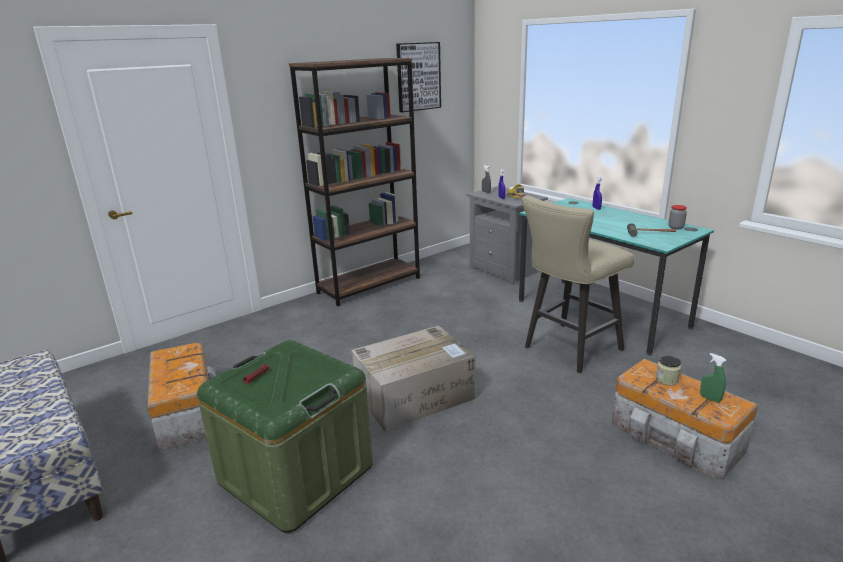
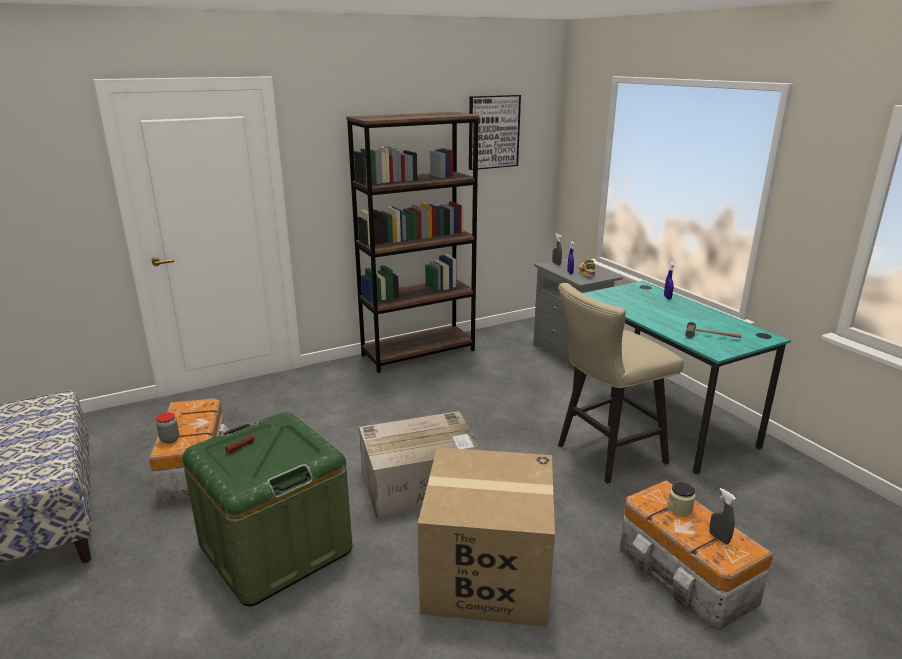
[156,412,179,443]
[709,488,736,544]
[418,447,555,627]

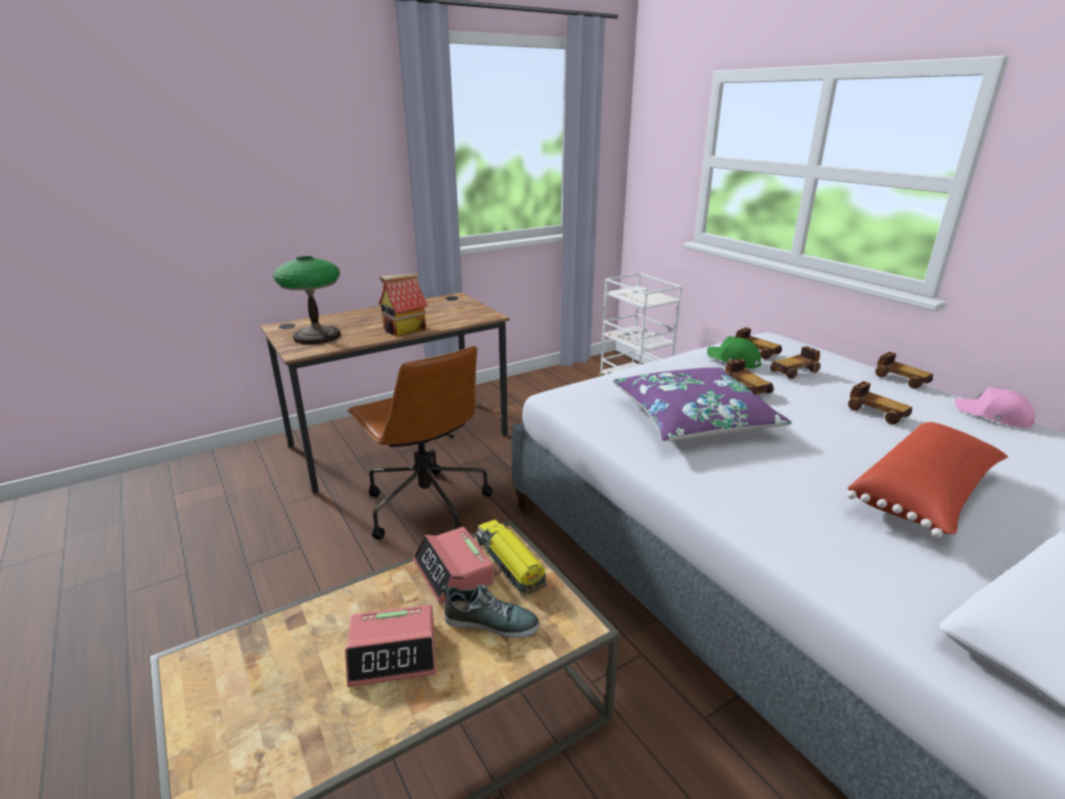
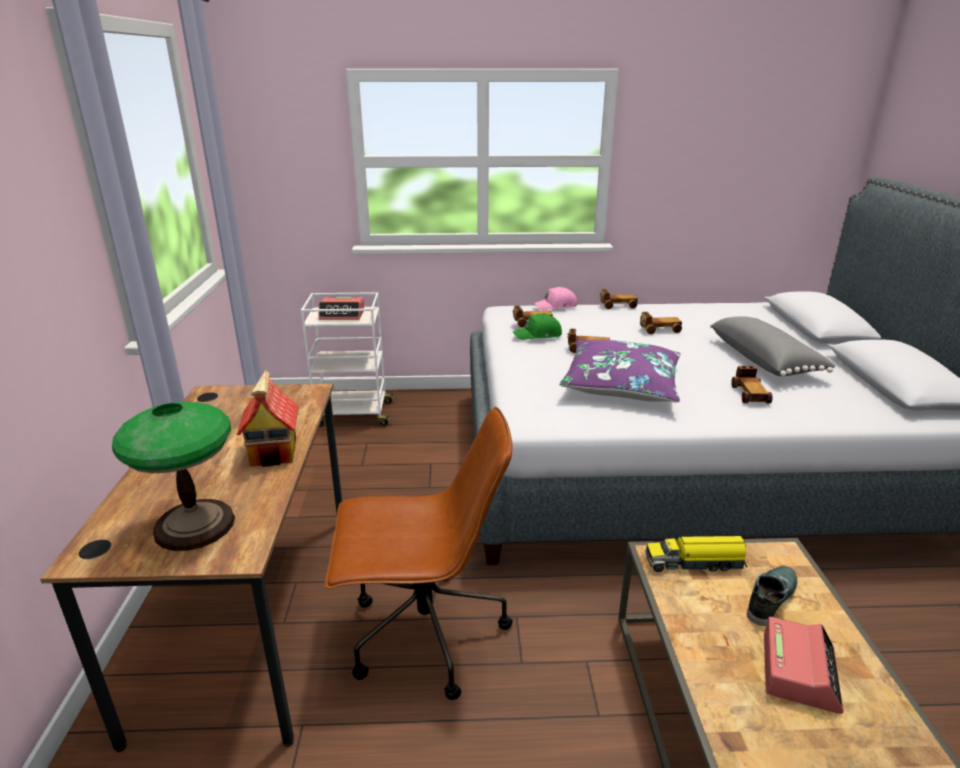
[731,366,773,404]
[534,287,577,310]
[710,317,836,376]
[319,297,364,320]

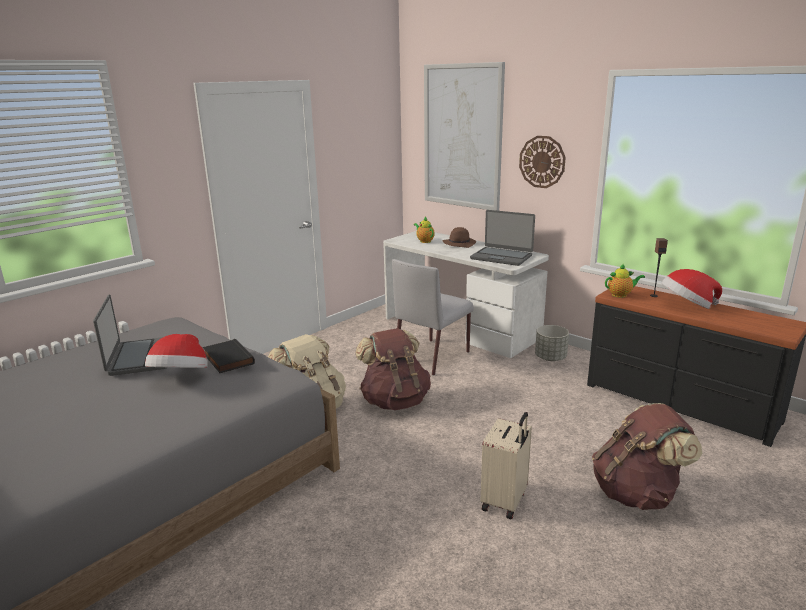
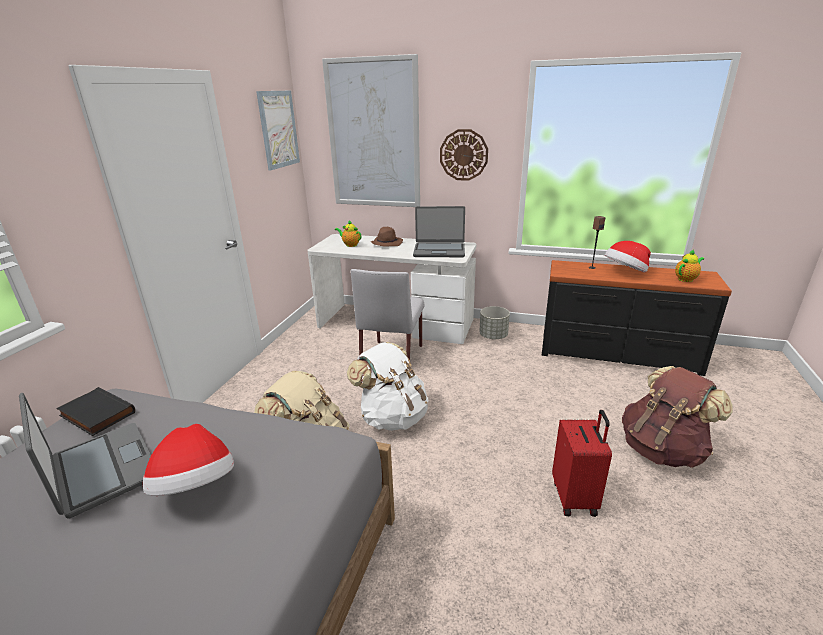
[675,249,704,282]
[347,342,429,431]
[56,387,135,436]
[552,410,612,517]
[256,91,300,171]

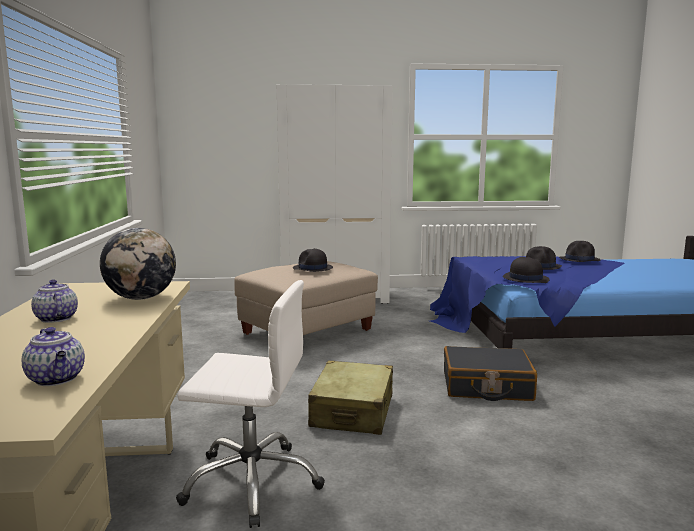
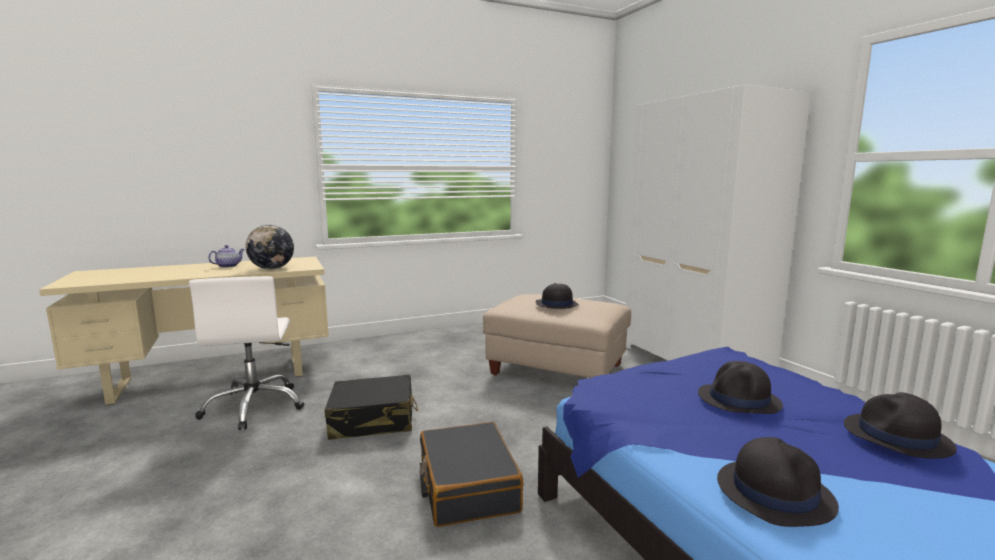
[717,437,839,527]
[22,327,85,386] (first image)
[325,375,418,440]

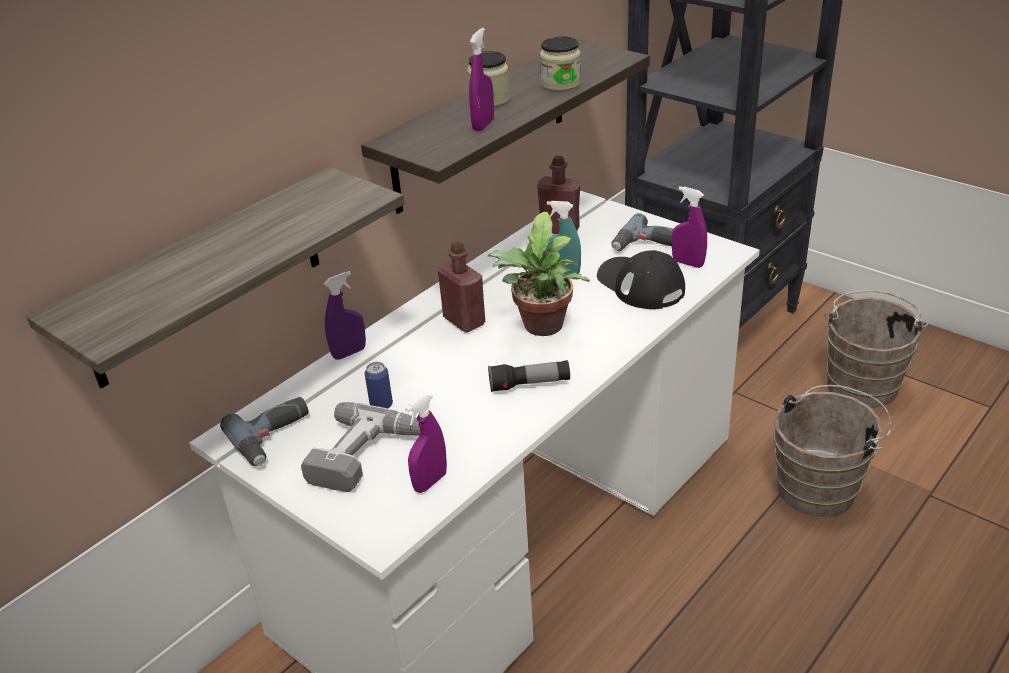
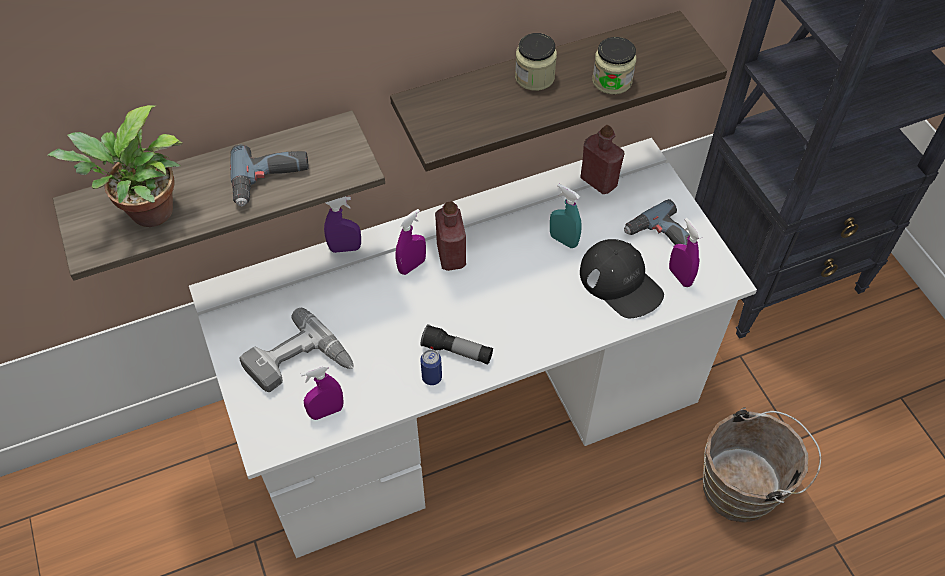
[396,209,426,275]
[47,105,183,227]
[580,239,664,318]
[824,290,929,408] (first image)
[420,349,442,385]
[230,145,309,206]

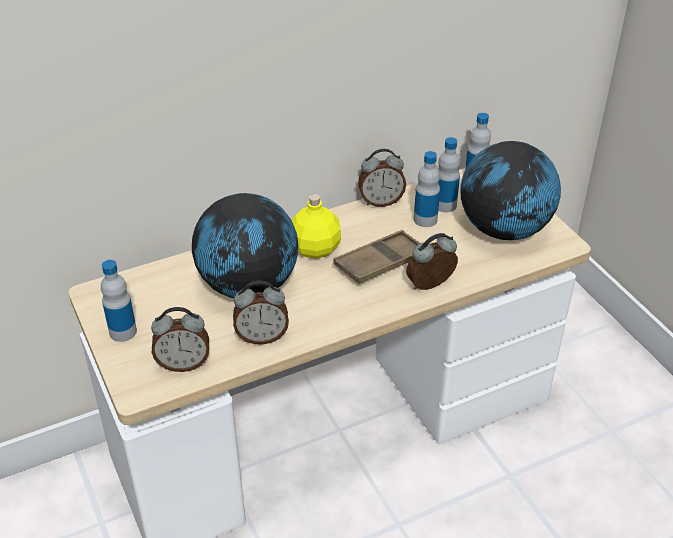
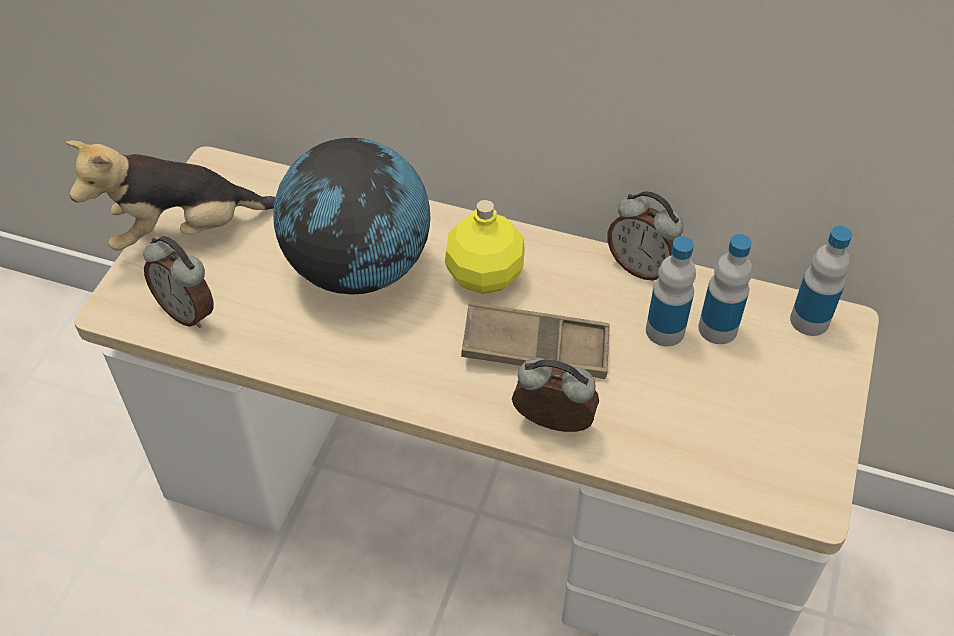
[461,141,561,240] (first image)
[66,140,276,251]
[233,281,289,345] (first image)

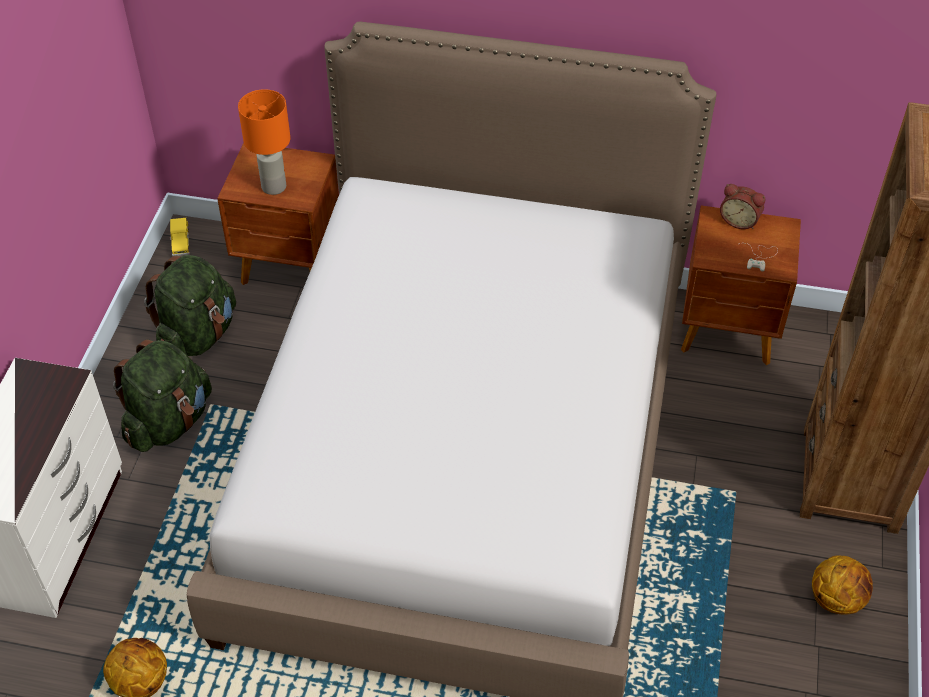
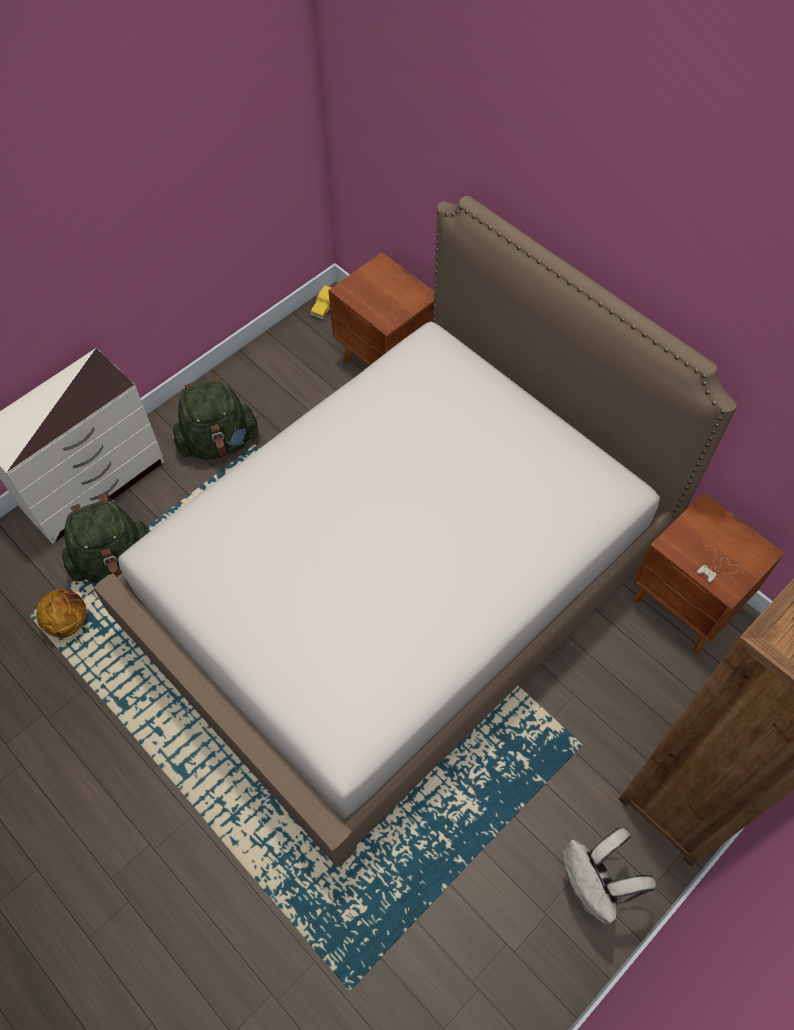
[238,89,291,195] (first image)
[720,184,765,229] (first image)
[62,493,151,583]
[563,828,656,925]

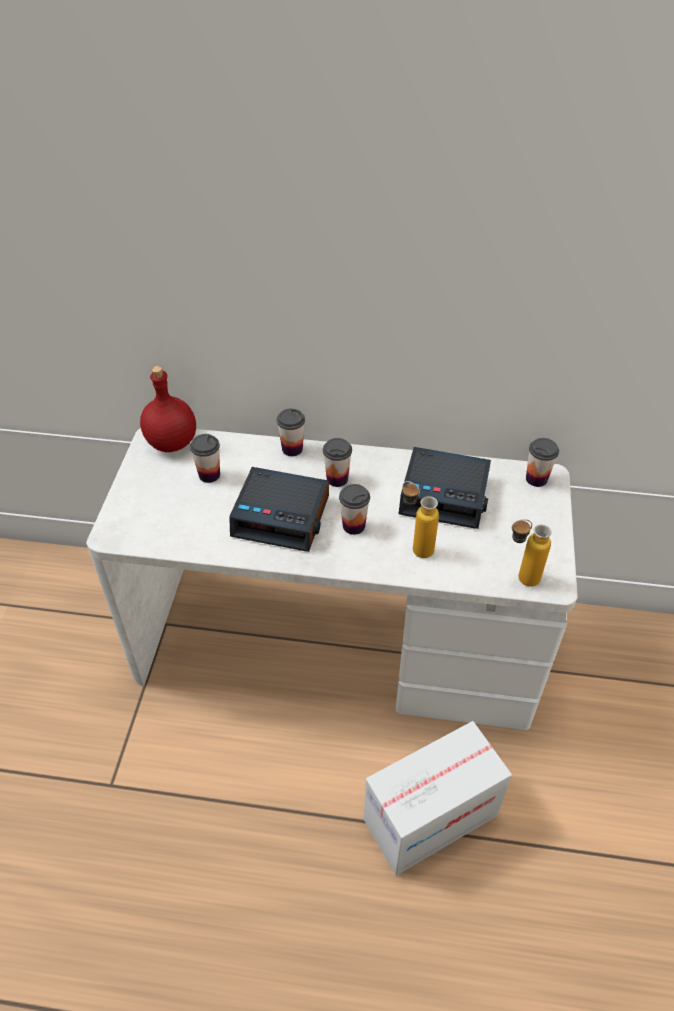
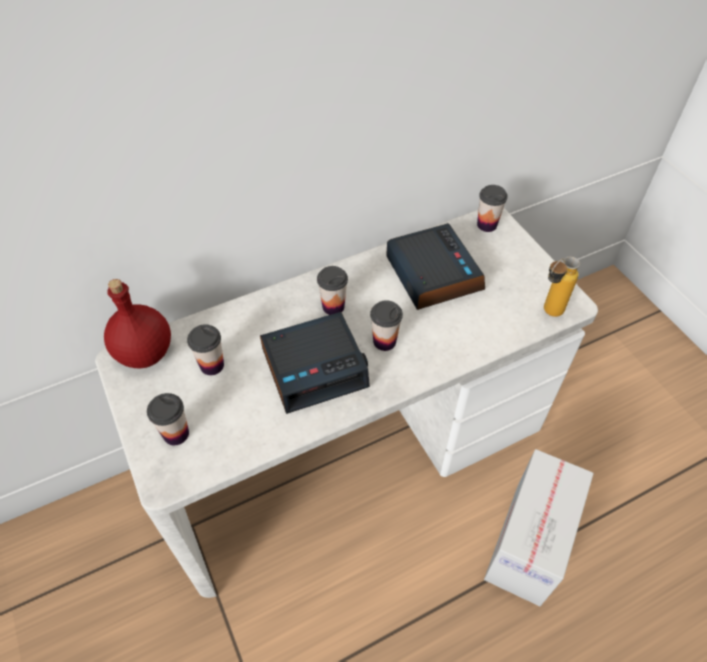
[147,393,189,445]
[386,223,485,310]
[403,481,439,558] (first image)

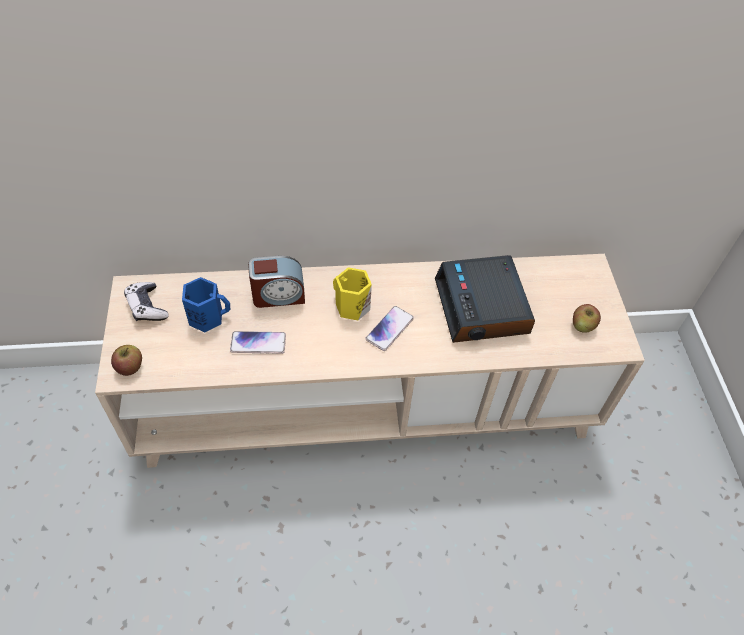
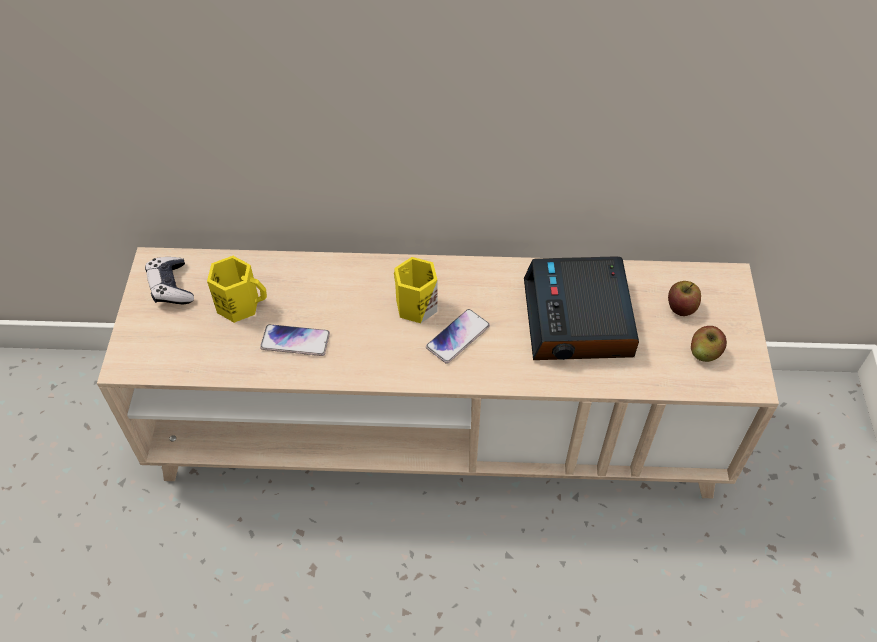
[248,256,305,308] (first image)
[207,256,267,323]
[668,281,701,316]

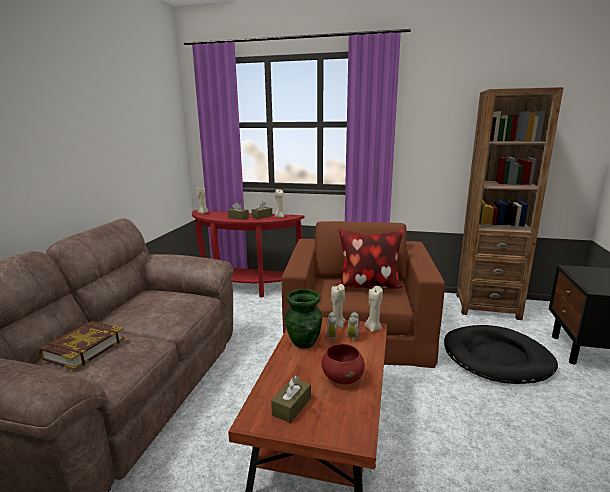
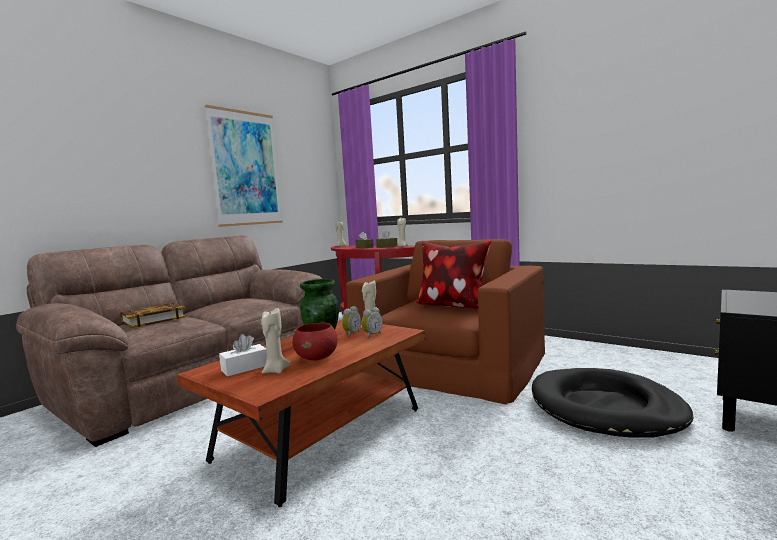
[456,87,563,320] (first image)
[261,308,290,374]
[219,334,267,377]
[205,105,283,227]

